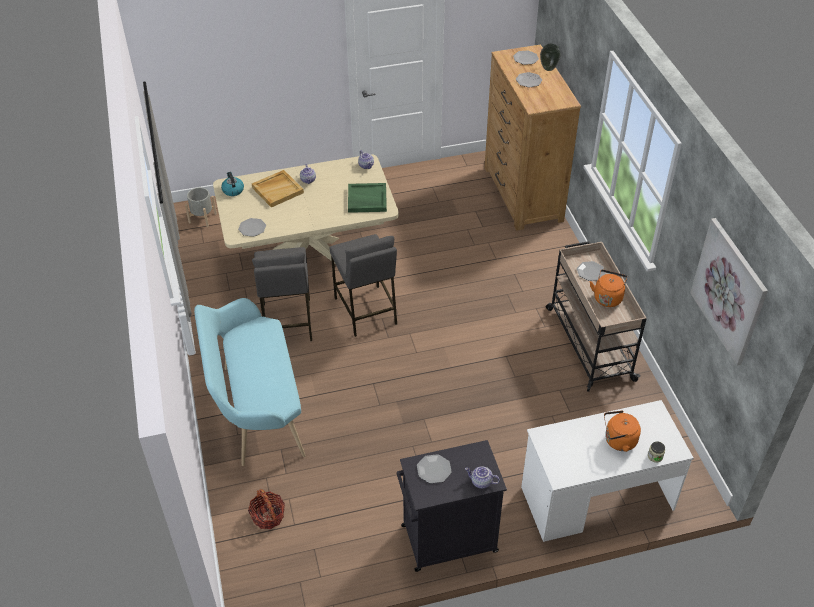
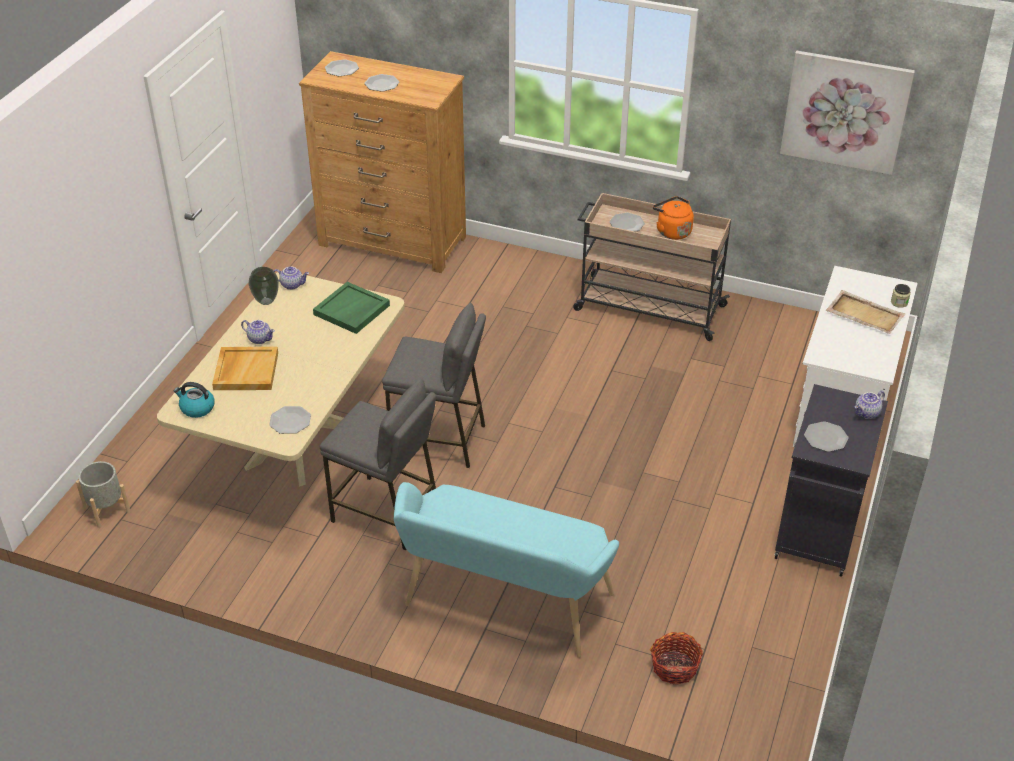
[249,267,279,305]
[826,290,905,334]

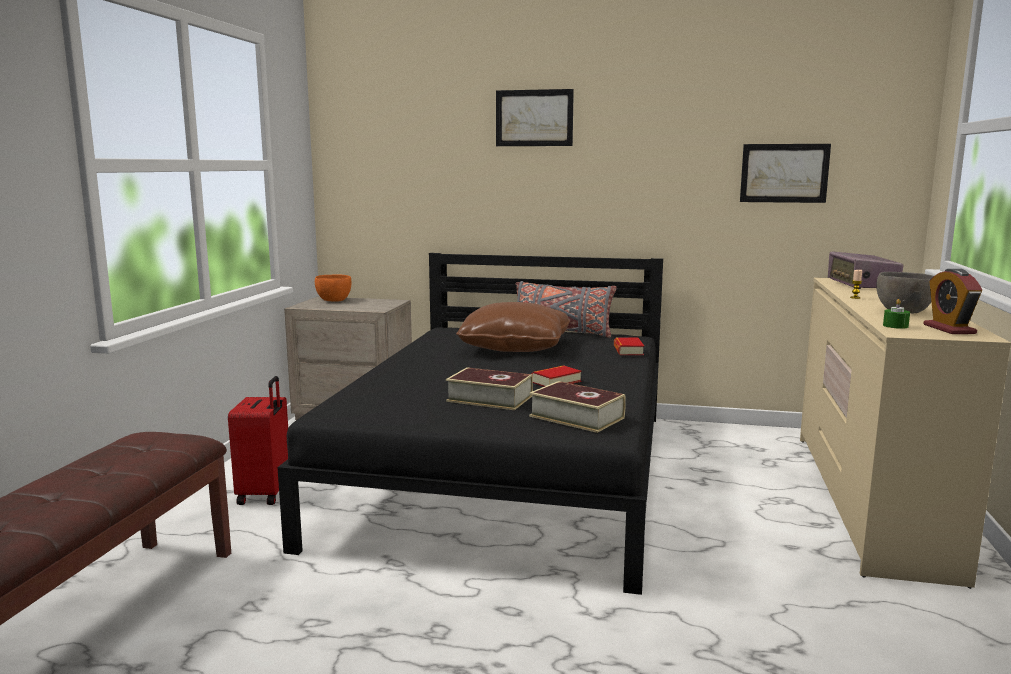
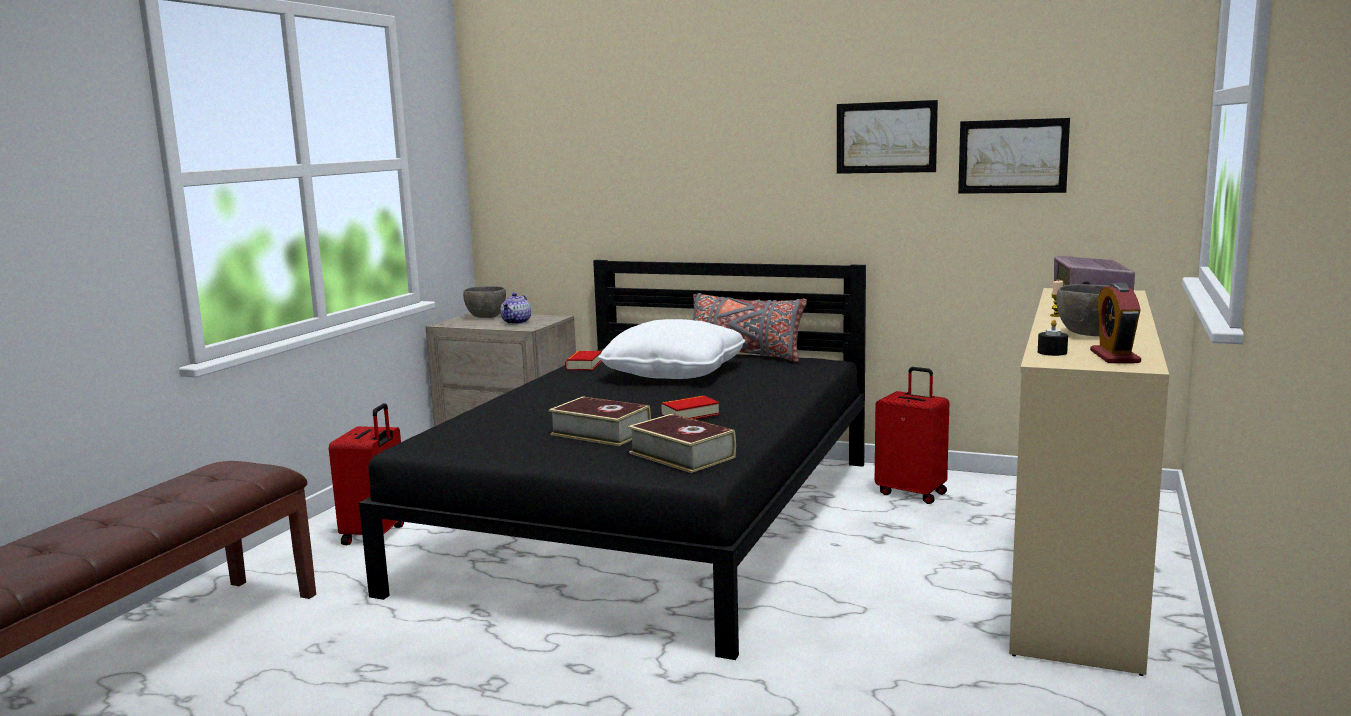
[837,100,938,174]
[463,286,506,318]
[1038,320,1068,356]
[598,319,745,379]
[565,351,602,370]
[500,293,531,324]
[875,367,949,504]

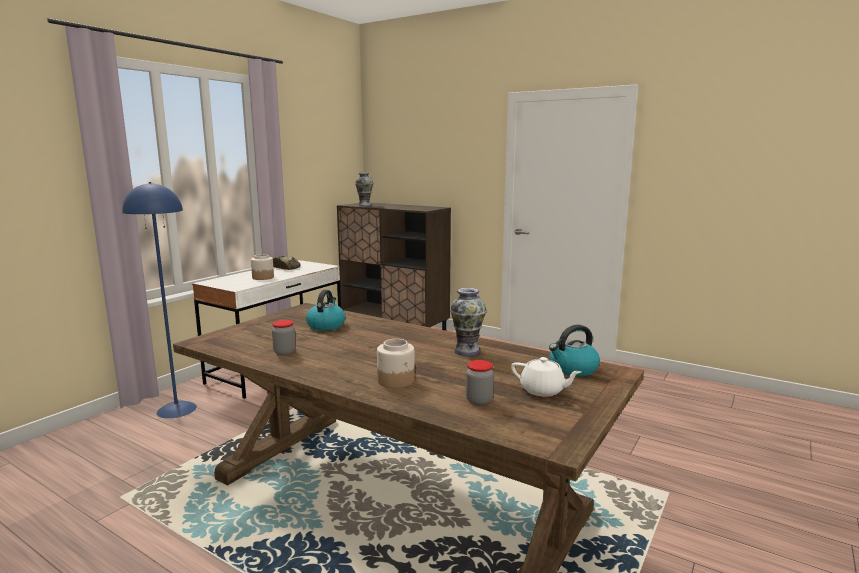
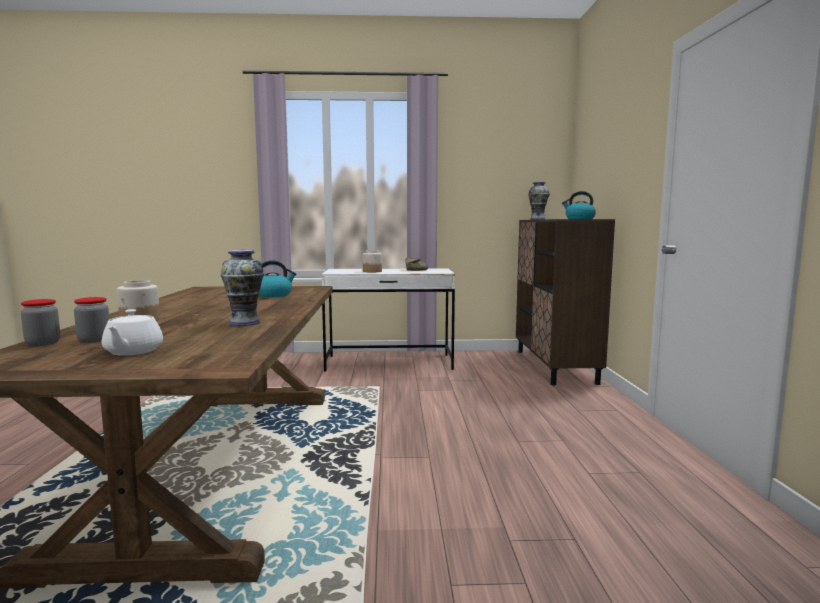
[122,182,197,418] (first image)
[21,299,60,346]
[562,191,596,219]

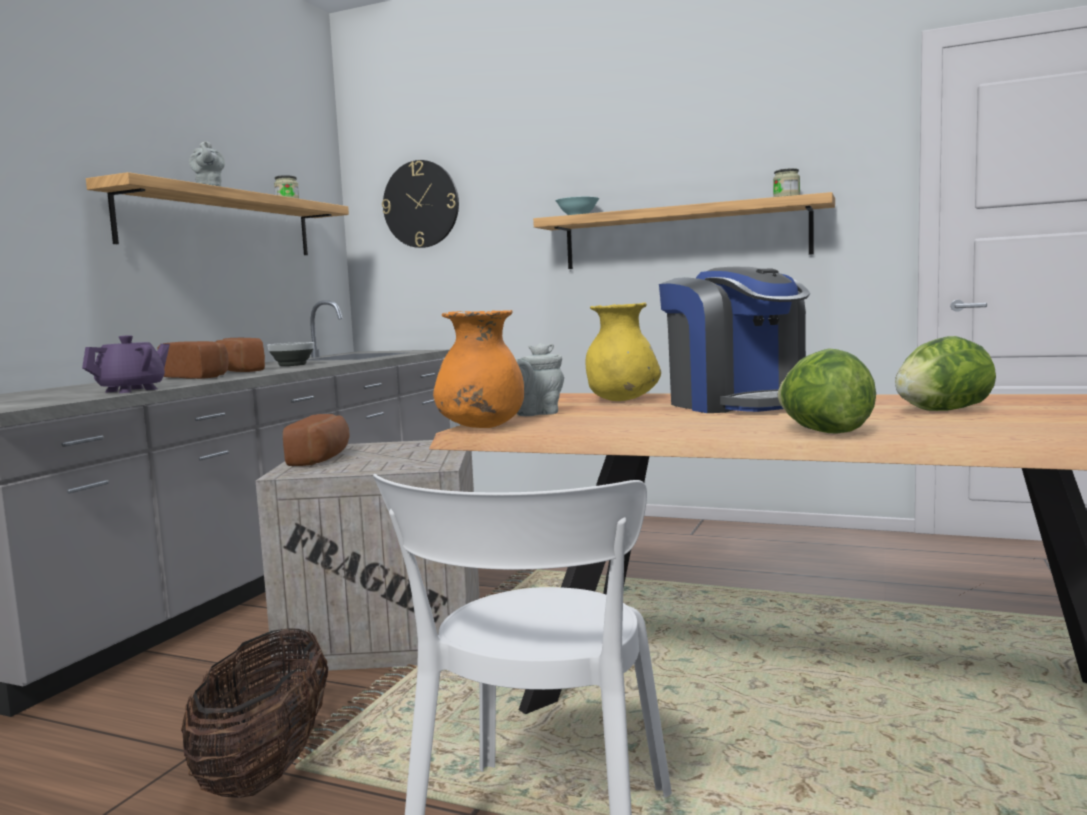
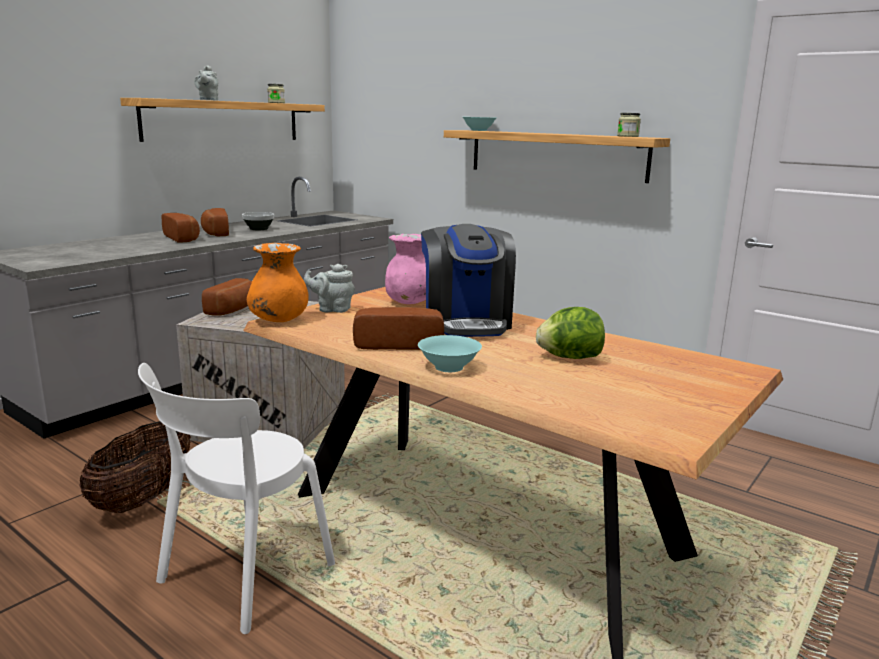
[382,160,459,248] (first image)
[385,234,426,304]
[82,335,170,393] (first image)
[418,335,482,372]
[353,307,444,350]

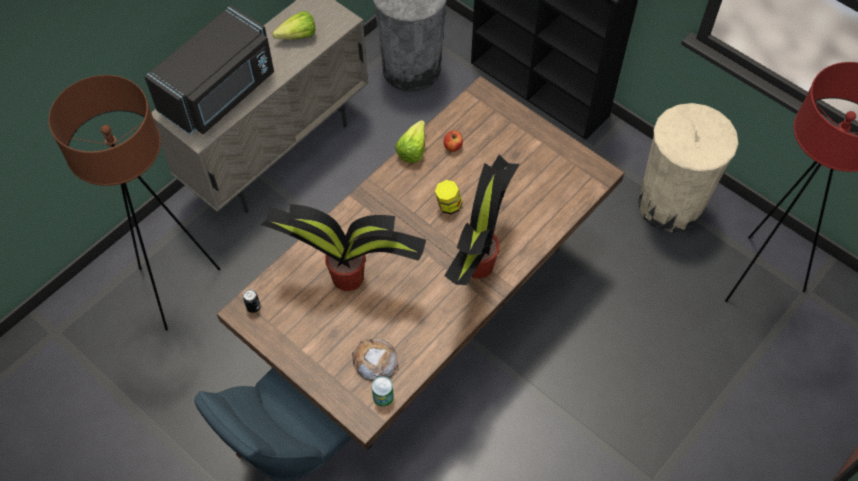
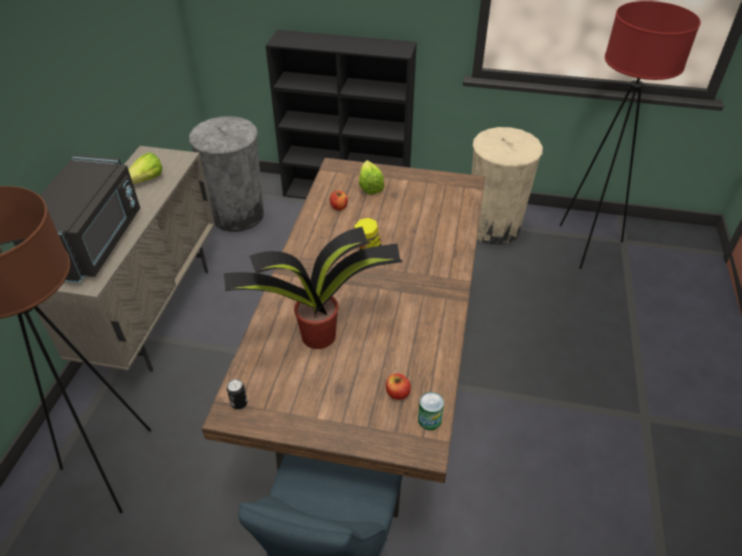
[359,160,385,194]
[444,155,520,285] (first image)
[386,374,411,400]

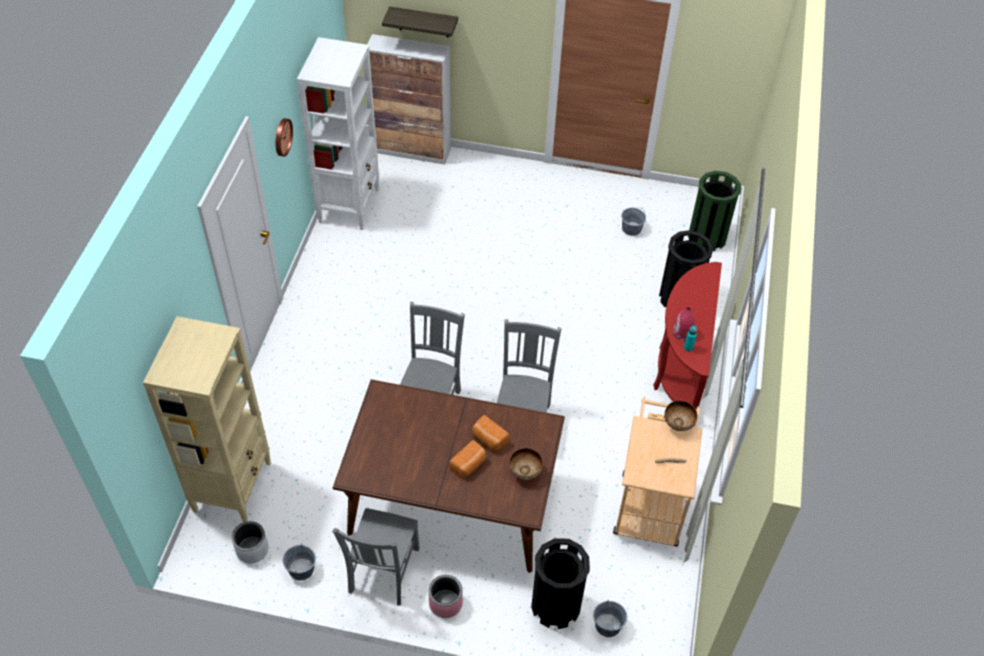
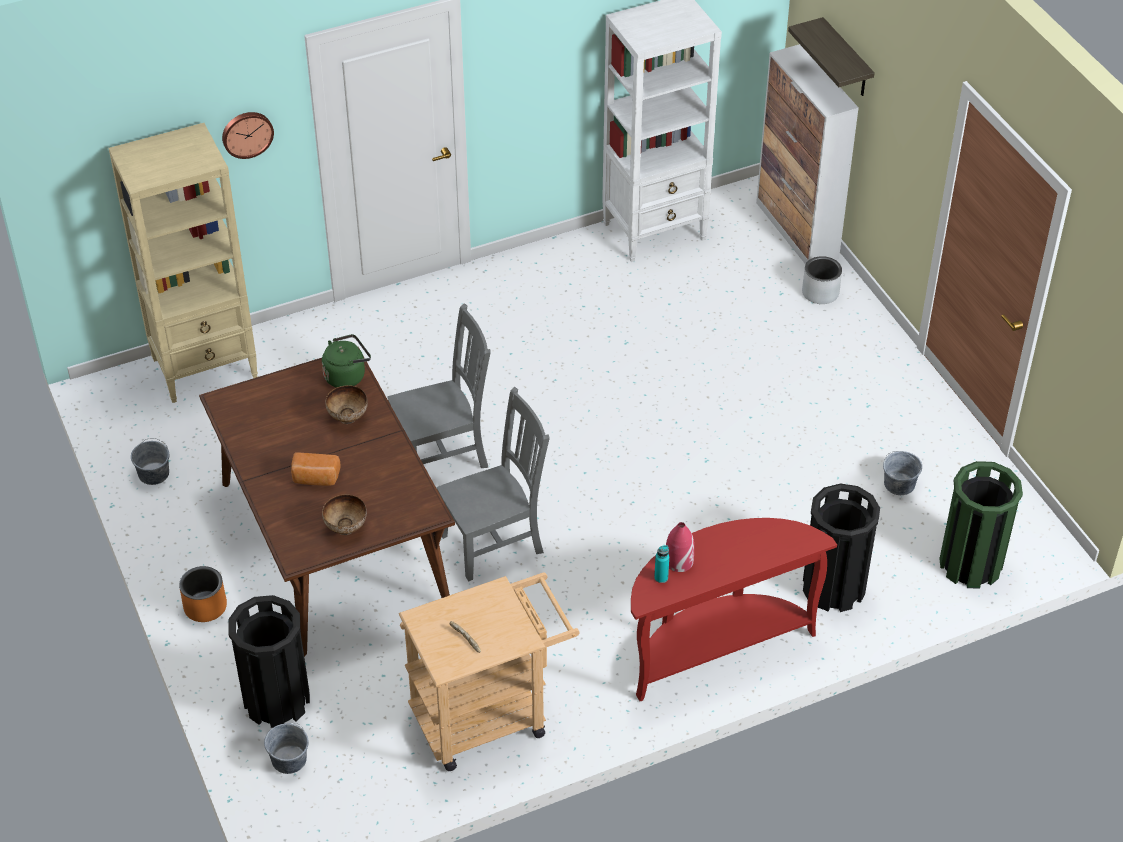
[222,112,274,159]
[325,385,368,424]
[472,415,509,451] (first image)
[332,508,420,606] (first image)
[802,256,842,304]
[179,566,227,622]
[322,334,371,388]

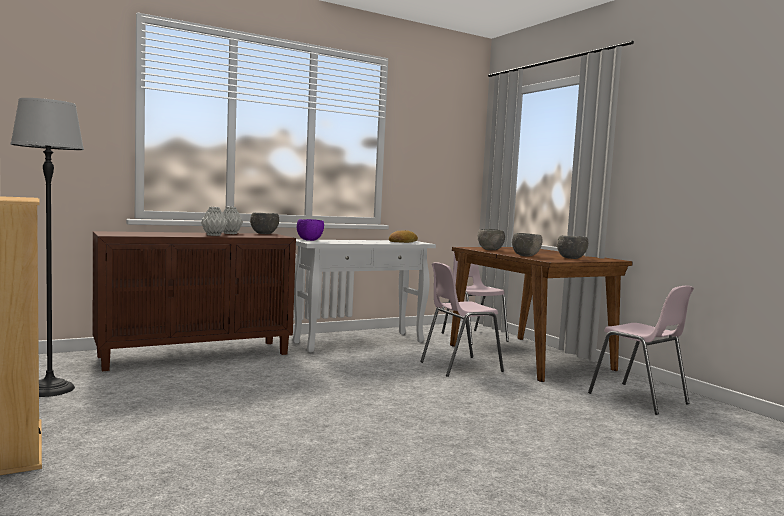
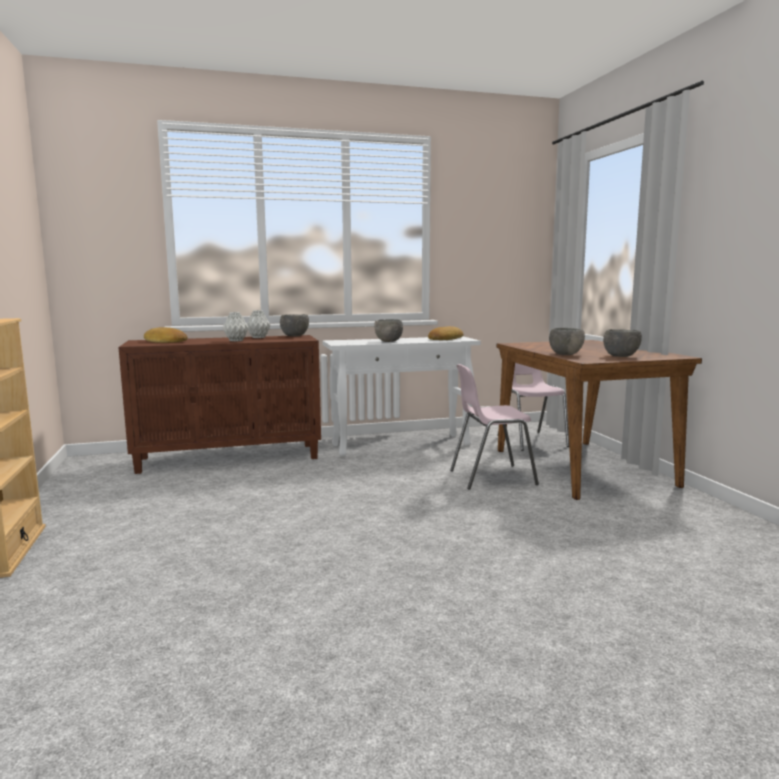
[11,98,84,397] (first image)
[297,219,324,241] (first image)
[374,319,403,342]
[588,286,694,415] (first image)
[144,327,188,343]

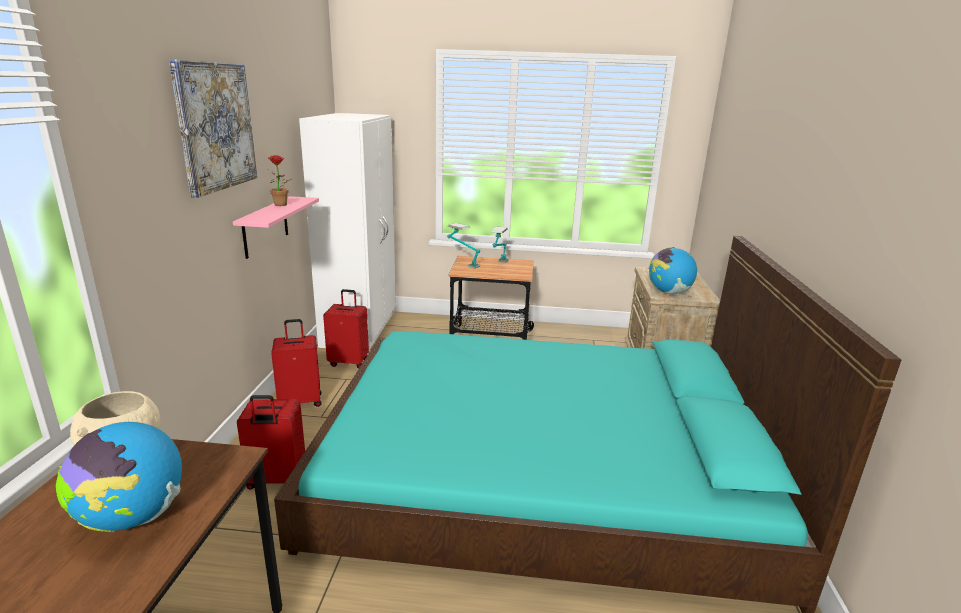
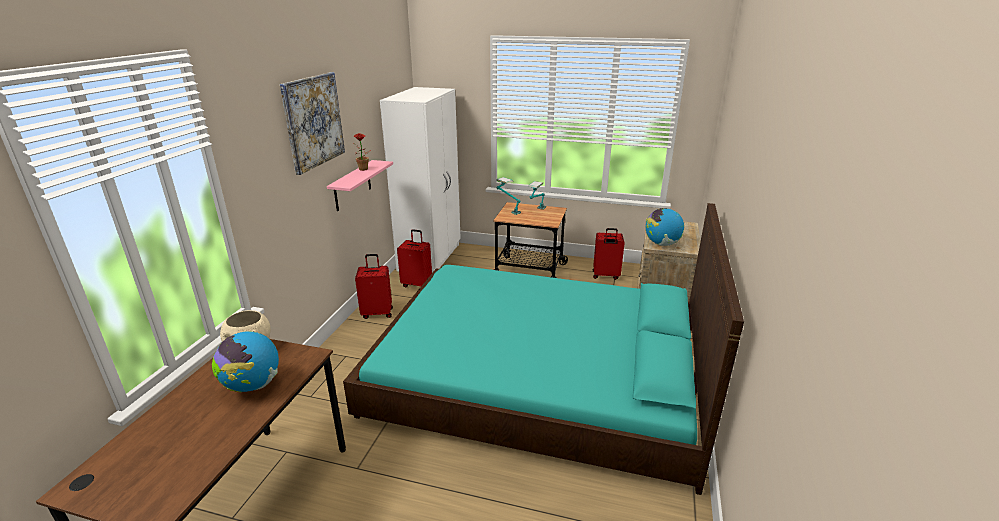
[593,228,625,280]

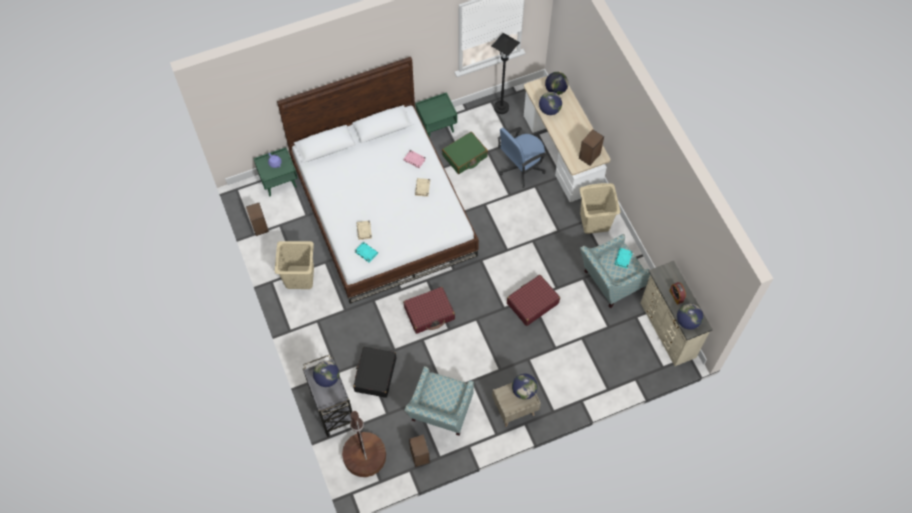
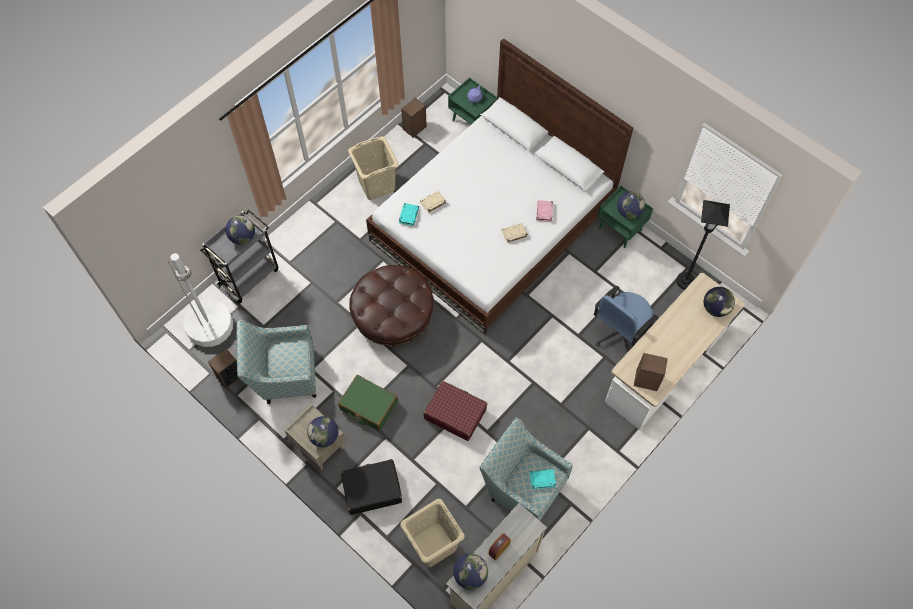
[617,191,645,219]
[594,286,658,352]
[338,375,398,431]
[400,499,465,567]
[350,265,434,350]
[341,459,402,515]
[168,253,233,347]

